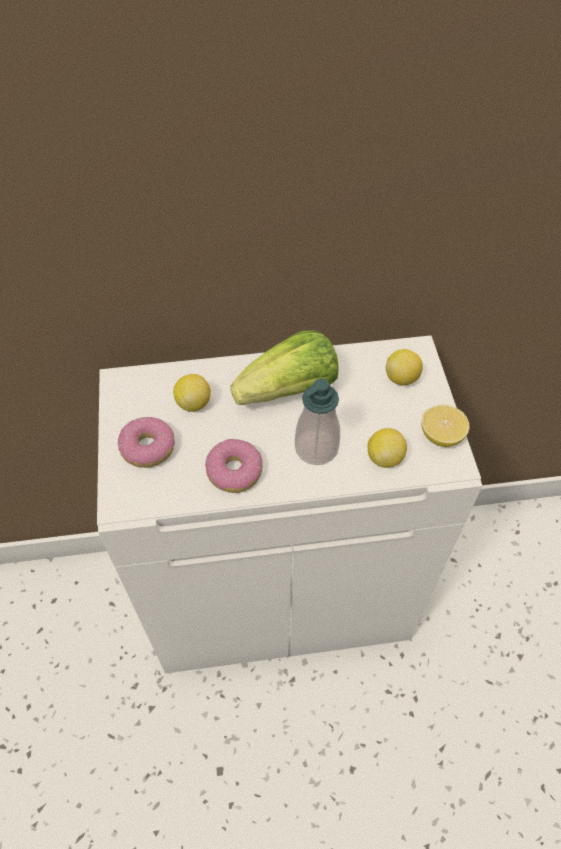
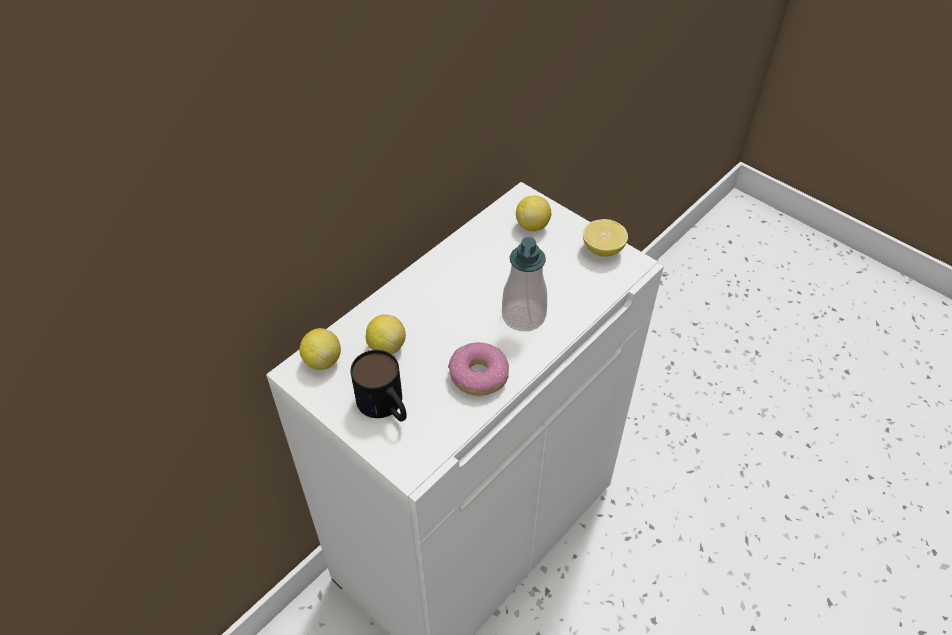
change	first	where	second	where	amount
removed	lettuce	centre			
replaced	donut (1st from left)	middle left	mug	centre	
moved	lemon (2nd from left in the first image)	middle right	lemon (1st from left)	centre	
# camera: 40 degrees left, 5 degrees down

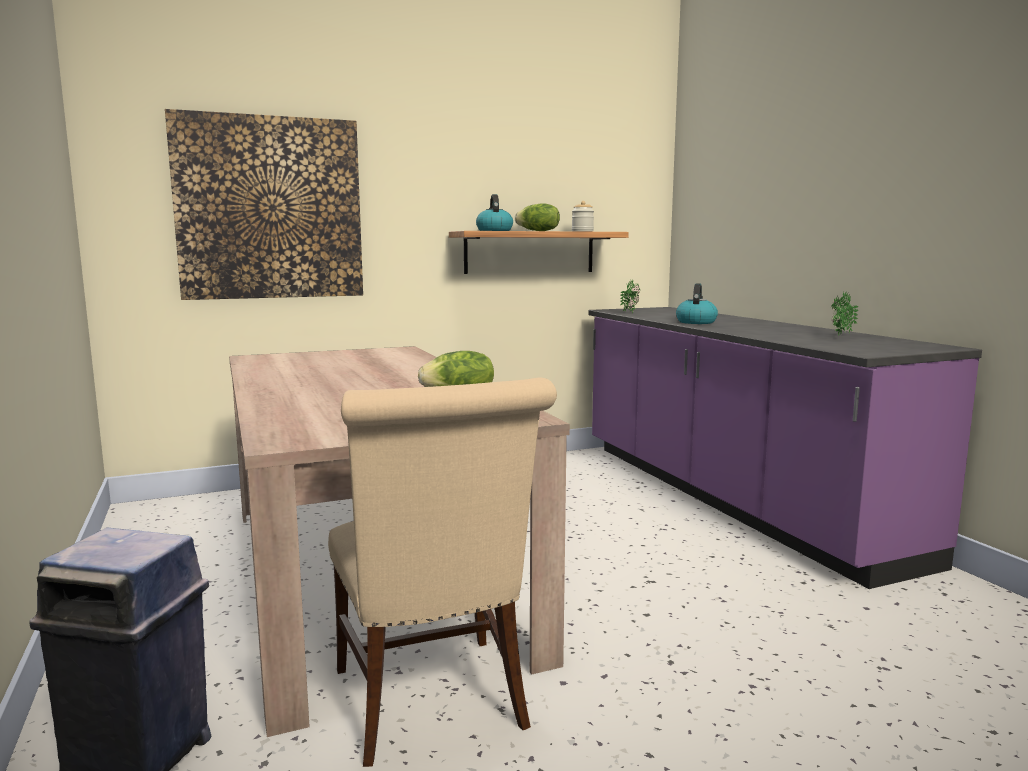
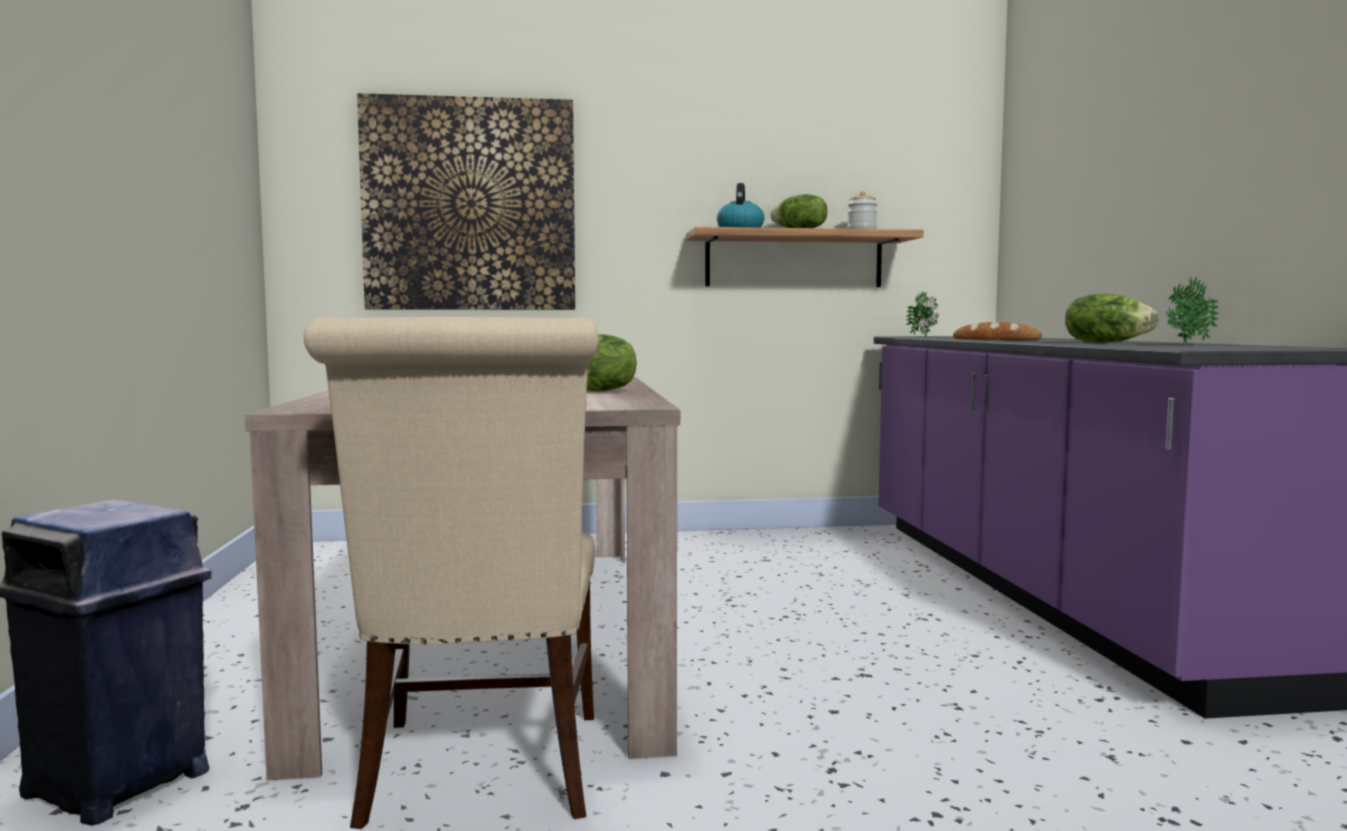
change	first	where	second	where	amount
replaced	kettle (2nd from left)	middle right	bread	middle right	
added			lettuce (3rd from left)	middle right	
# camera: 15 degrees right, 5 degrees down

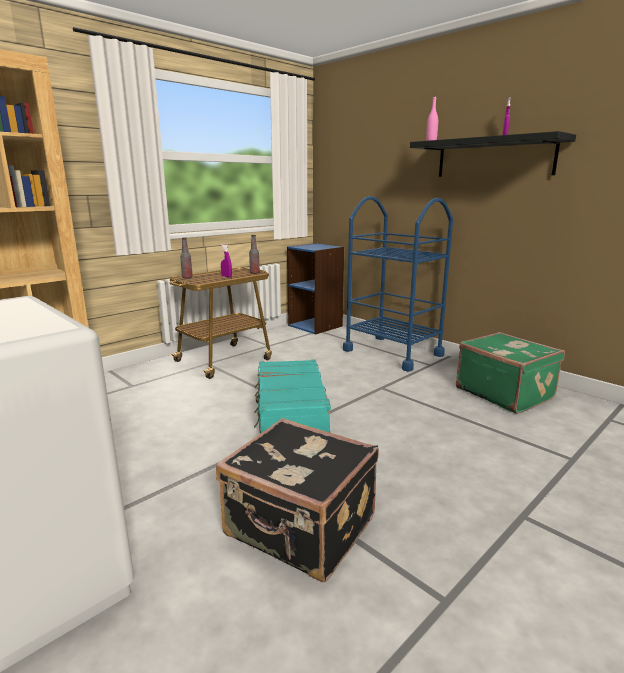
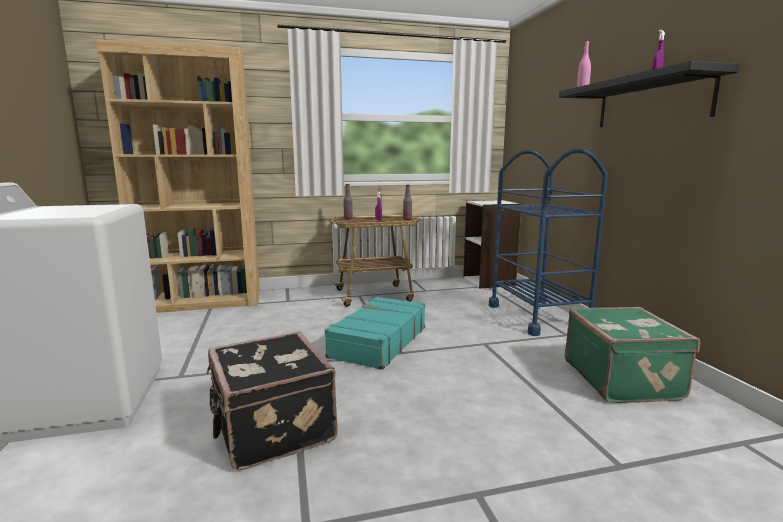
change	first	where	second	where	amount
recoloured	blue bookcase	centre	white bookcase	centre	
# camera: 30 degrees right, 5 degrees down

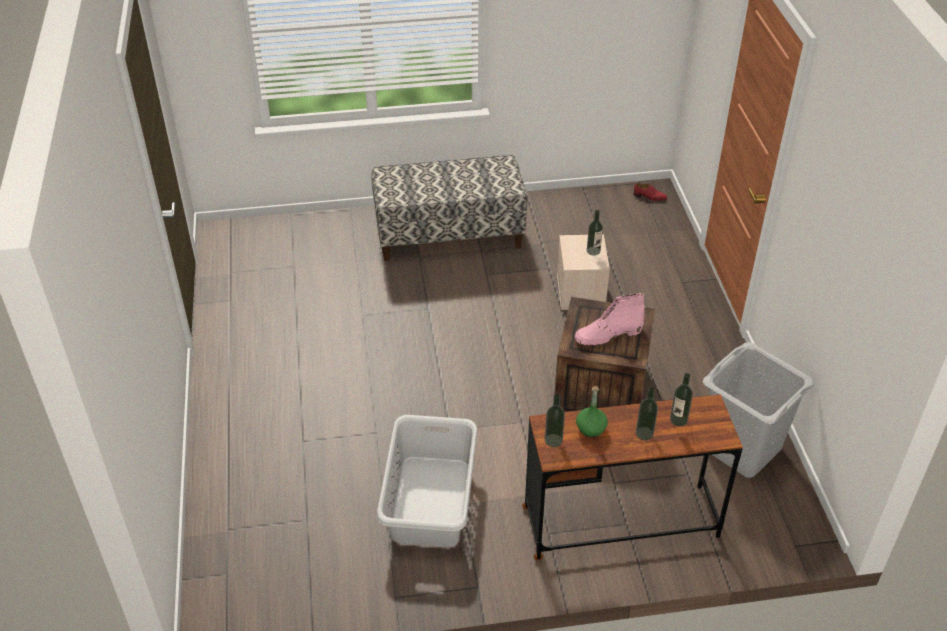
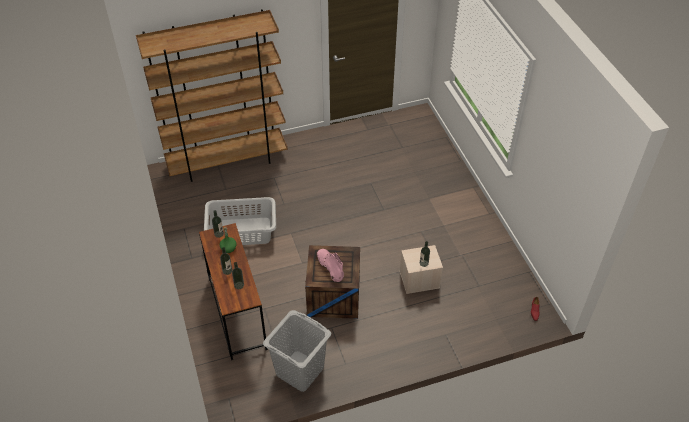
change	first	where	second	where	amount
removed	bench	top centre			
added			brown bookcase	top left	
# camera: 80 degrees right, 5 degrees up

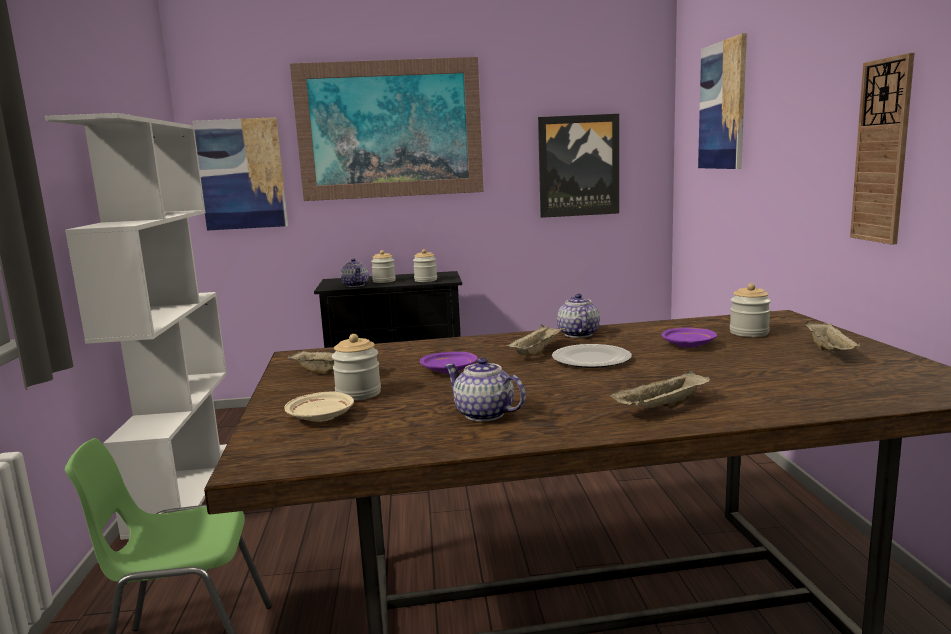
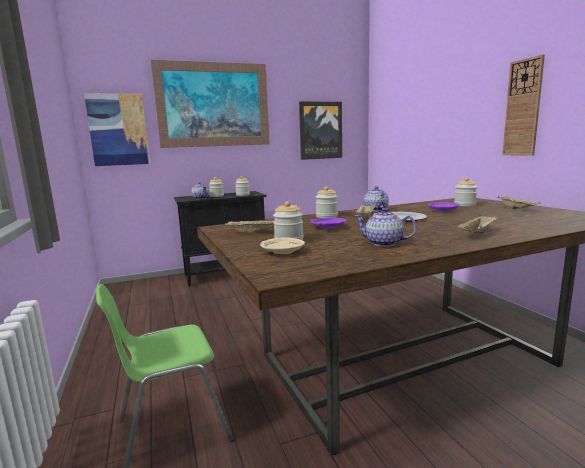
change	first	where	second	where	amount
removed	picture (4th from left)	top right			
removed	white bookcase	middle left			
added			jar (4th from left)	centre	
# camera: 15 degrees left, 0 degrees up

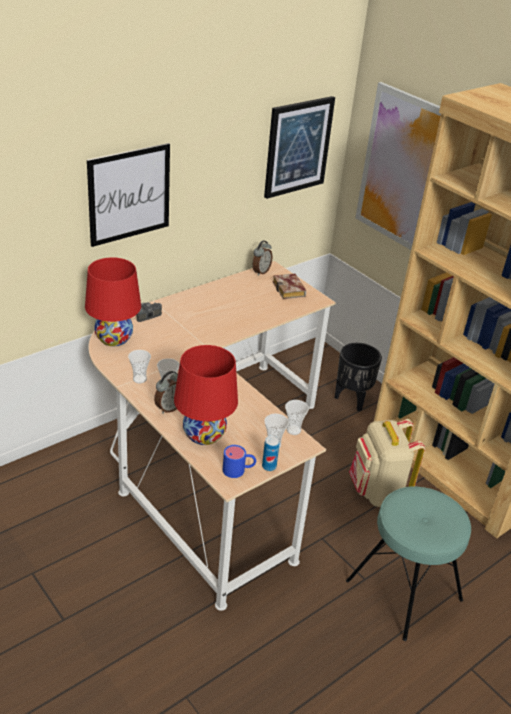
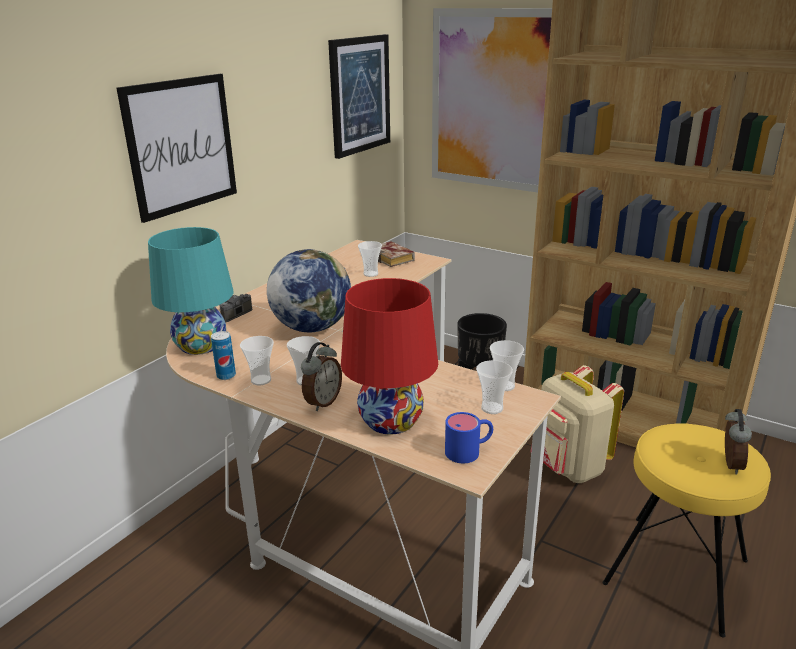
change	first	where	second	where	amount
moved	alarm clock (2nd from left)	centre		bottom right	
recoloured	red table lamp (1st from left)	middle left	turquoise table lamp	middle left	
moved	can	centre		middle left	
recoloured	turquoise stool	bottom right	yellow stool	bottom right	
added			cup (3rd from left)	centre	
added			globe	centre	
# camera: 15 degrees left, 10 degrees down

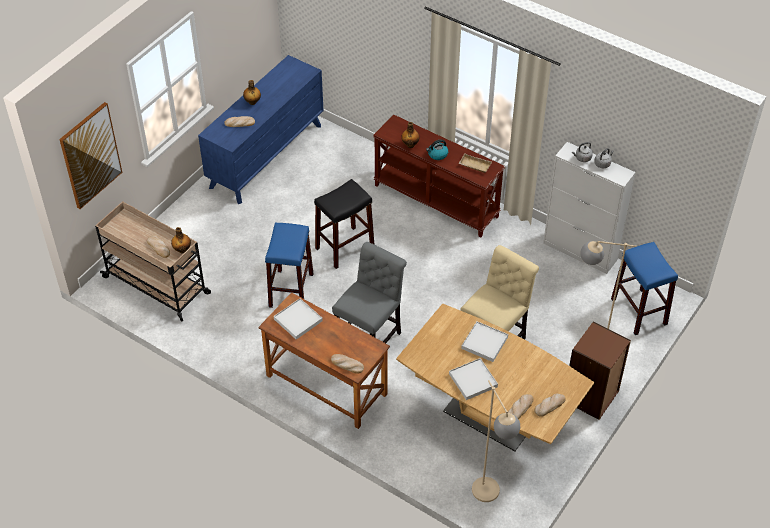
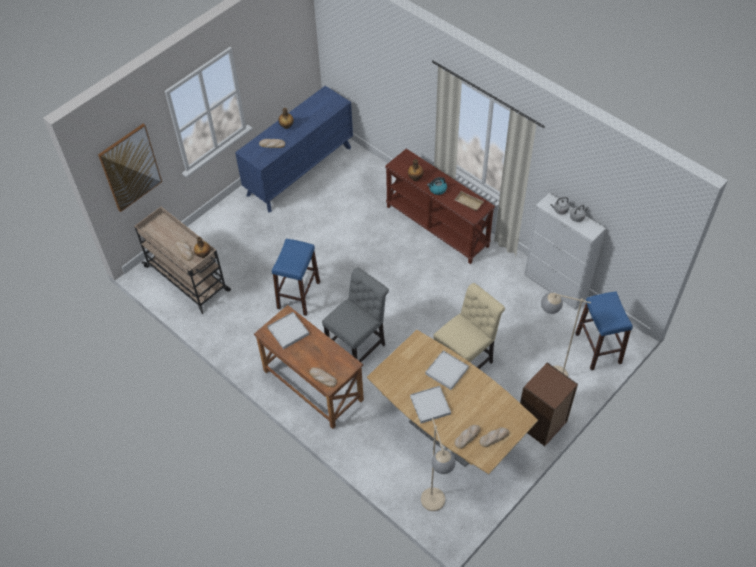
change	first	where	second	where	amount
removed	black stool	centre			
# camera: 10 degrees right, 5 degrees up

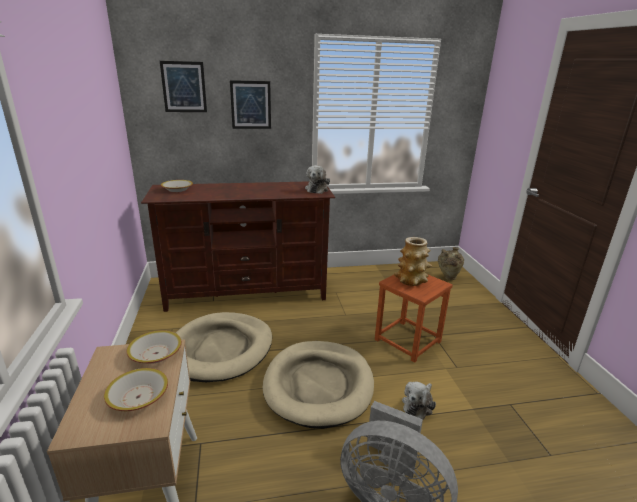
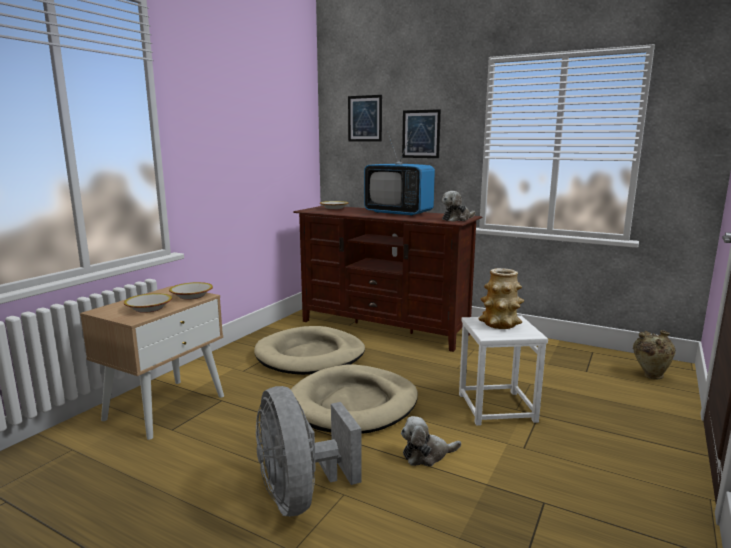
change	first	where	second	where	amount
recoloured	brown stool	centre	white stool	bottom right	
added			television	top centre	
# camera: 40 degrees right, 10 degrees down

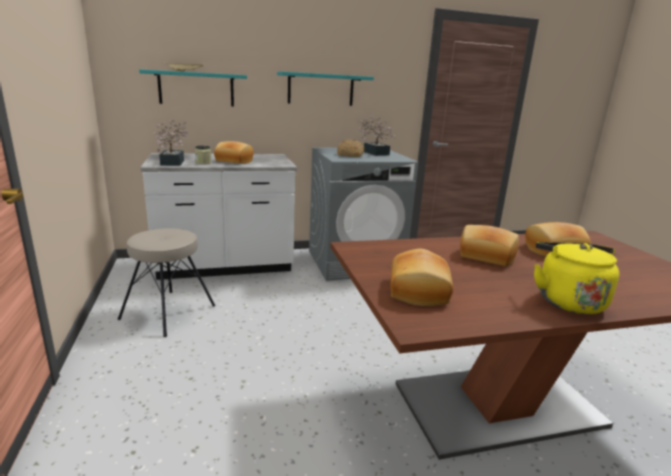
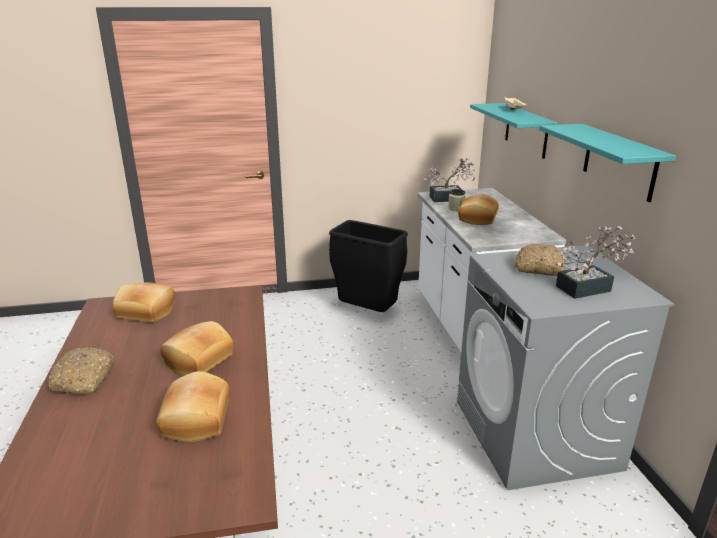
change	first	where	second	where	amount
replaced	beige stool	middle left	black trash can	centre	
replaced	yellow kettle	middle right	bread (1st from left)	bottom left	
# camera: 95 degrees right, 5 degrees up

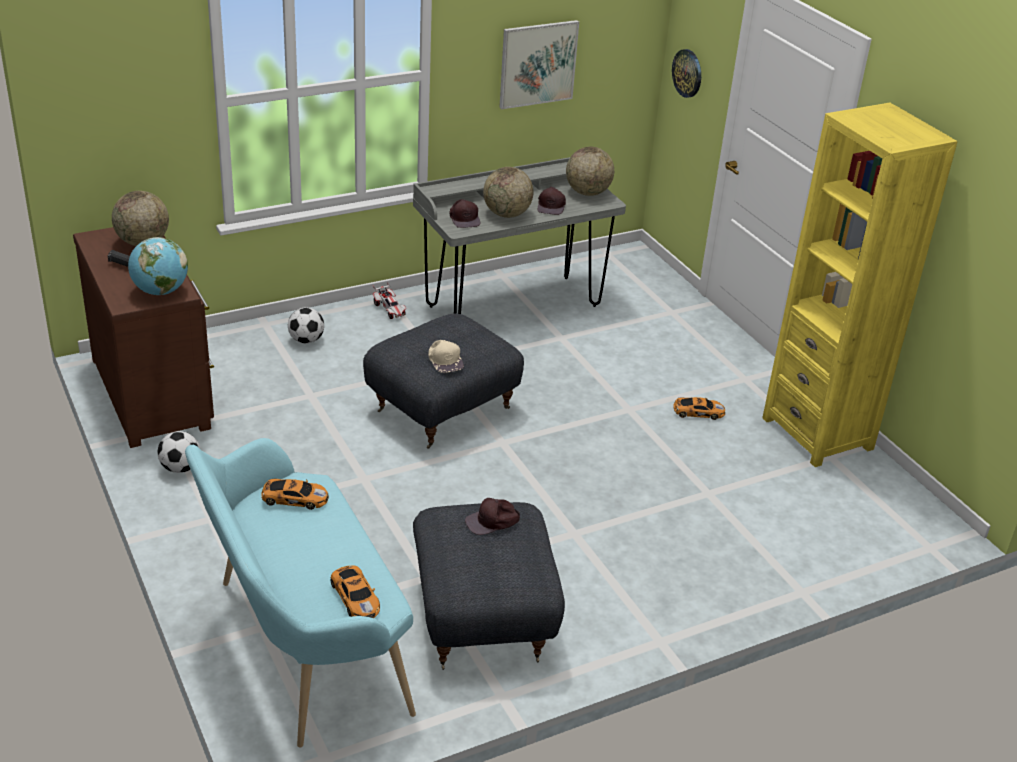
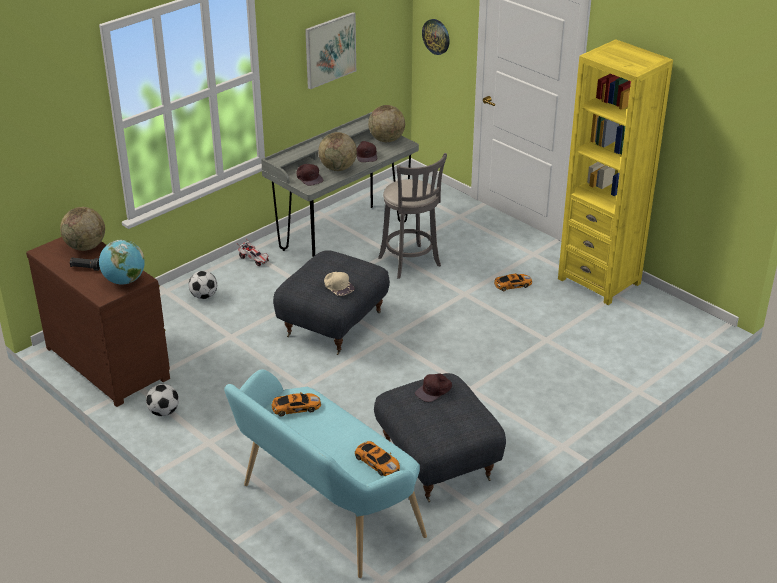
change	first	where	second	where	amount
added			grey stool	centre	
# camera: 15 degrees left, 0 degrees up

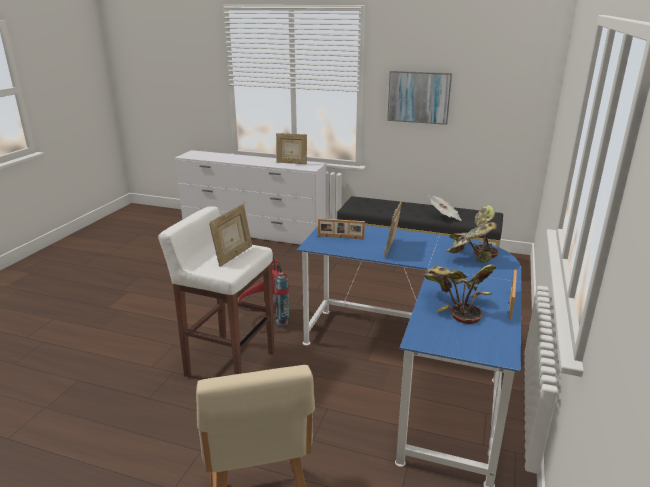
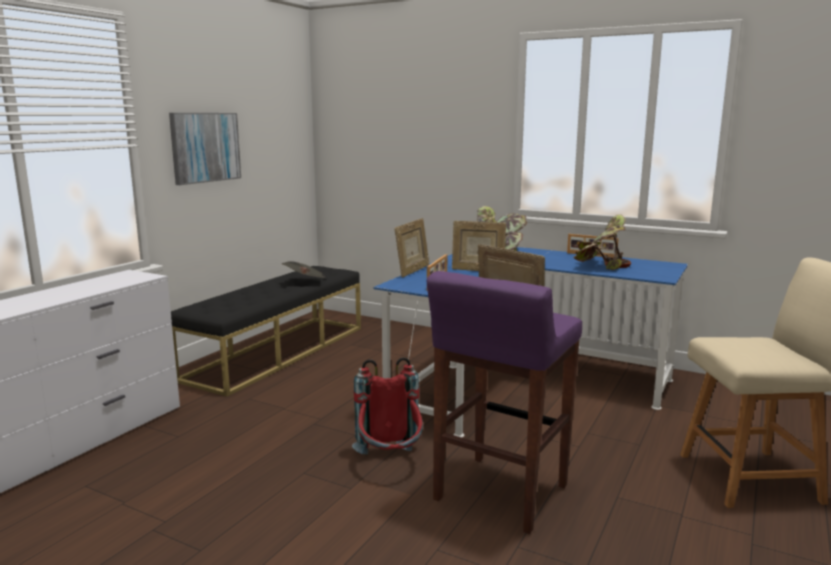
change	first	where	second	where	amount
moved	picture frame (2nd from left in the first image)	top centre	picture frame (1st from left)	centre	
recoloured	white stool	middle left	purple stool	bottom centre	
# camera: 80 degrees left, 10 degrees down

